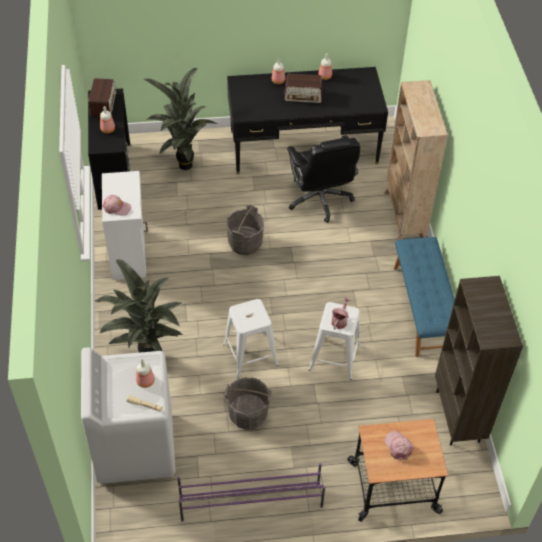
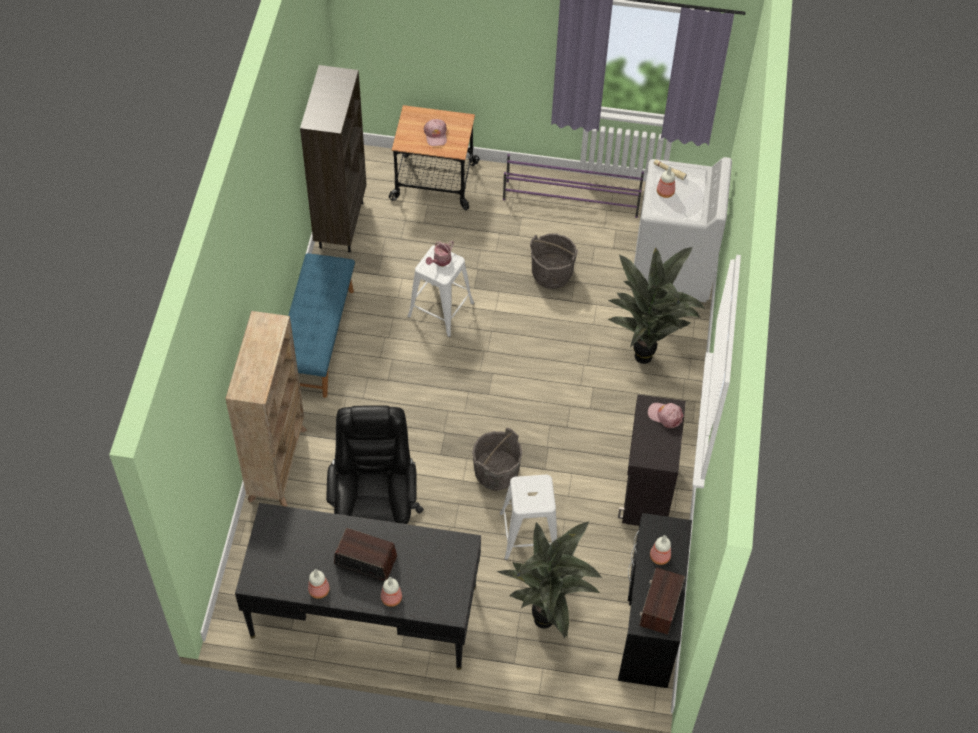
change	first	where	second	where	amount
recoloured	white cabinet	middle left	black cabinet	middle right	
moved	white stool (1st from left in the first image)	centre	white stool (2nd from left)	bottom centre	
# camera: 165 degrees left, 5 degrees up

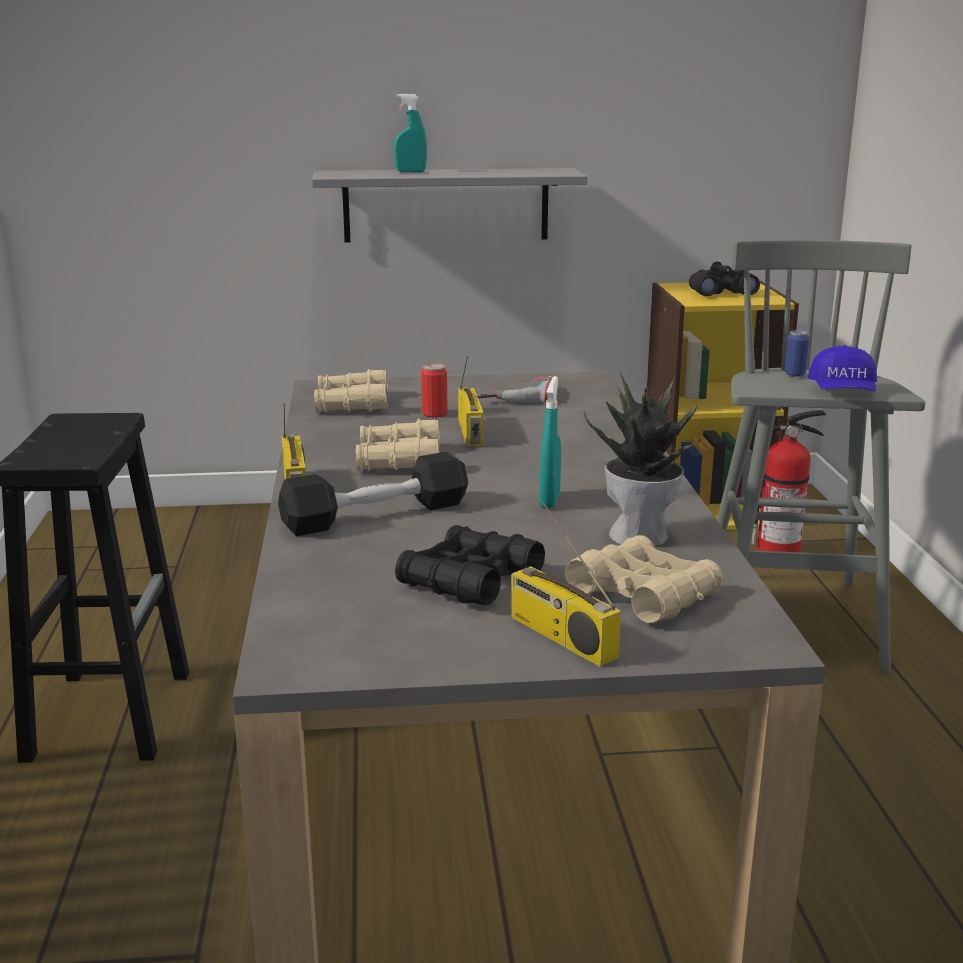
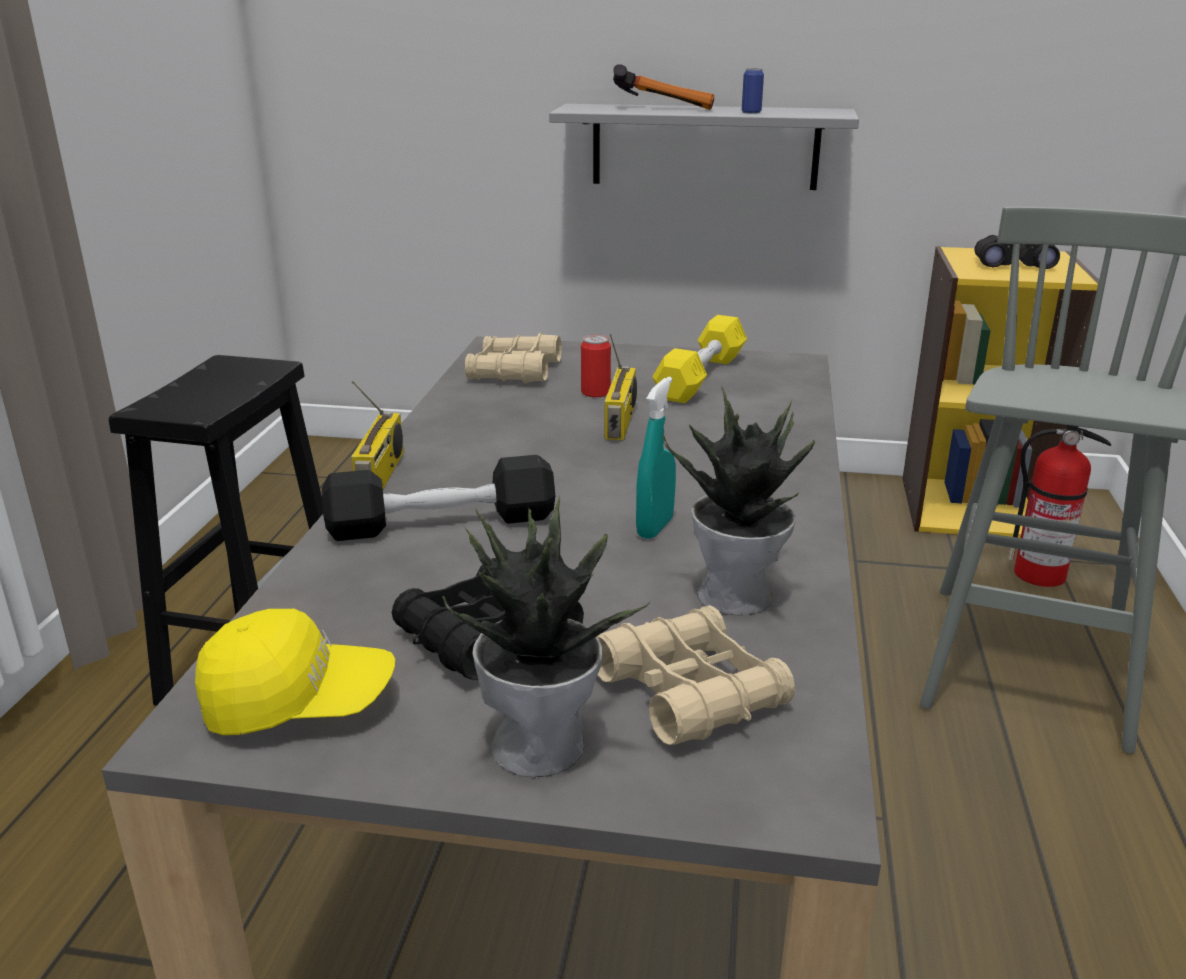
change	first	where	second	where	amount
replaced	turquoise spray bottle (1st from left)	top centre	hammer	top centre	
moved	can (2nd from left)	middle right		top centre	
removed	blue cap	middle right			
replaced	power drill	centre	yellow dumbbell	centre	
removed	beige binoculars (2nd from left)	centre			
replaced	radio (3rd from left)	centre	potted plant (1st from left)	centre	
added			yellow cap	bottom left	
# camera: 15 degrees right, 5 degrees up

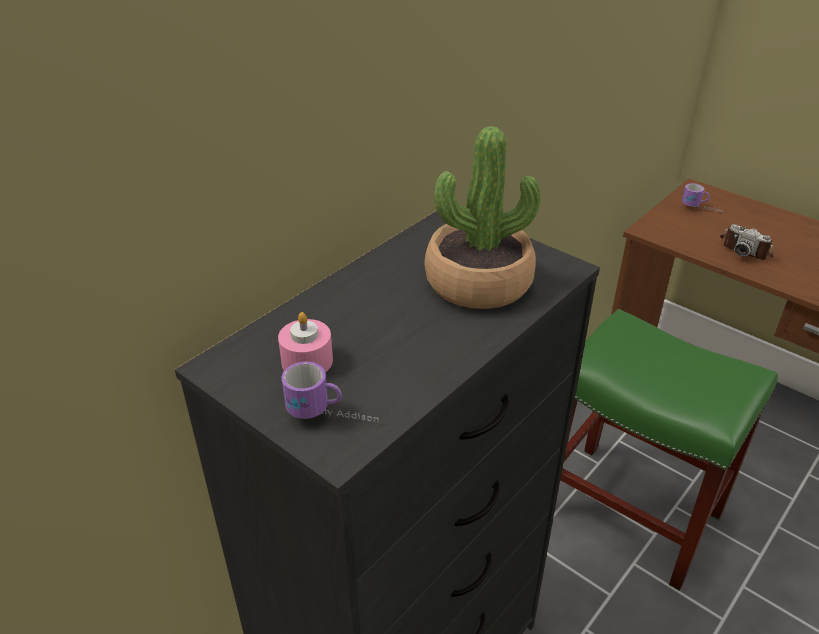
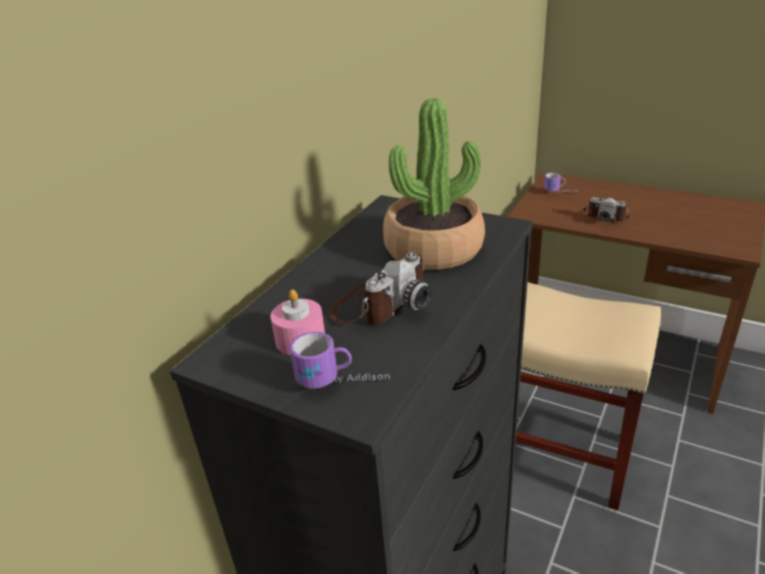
change	first	where	second	where	amount
recoloured	green stool	bottom right	beige stool	bottom right	
added			photo camera (1st from left)	centre	
# camera: 10 degrees left, 5 degrees down

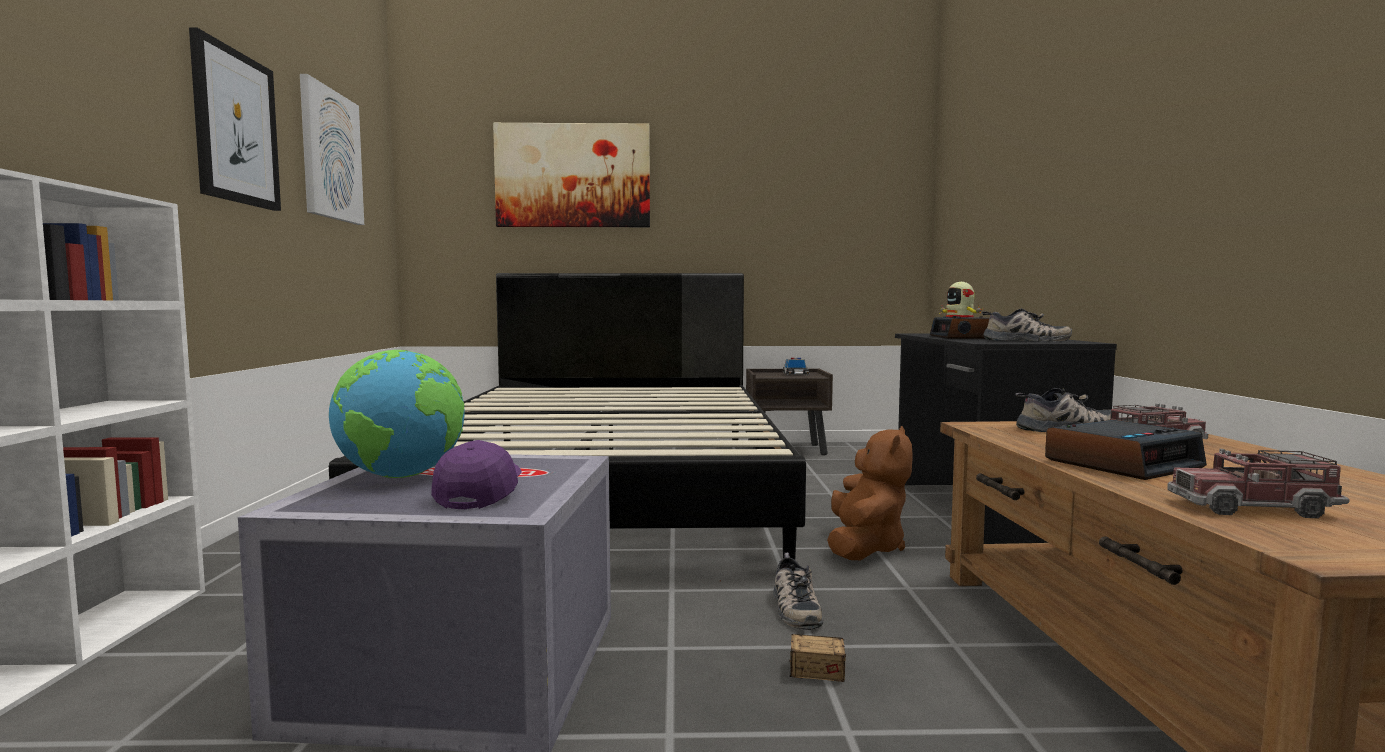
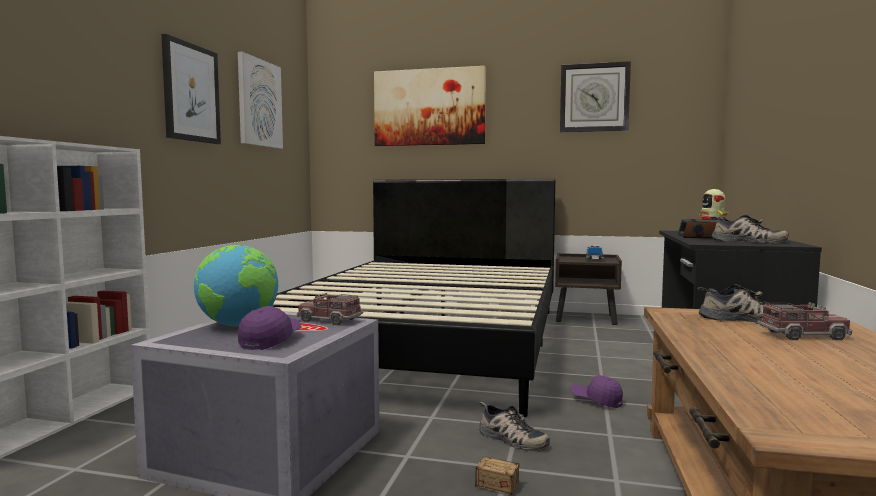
change	first	where	second	where	amount
removed	alarm clock (2nd from left)	middle right			
replaced	brown plush toy	centre	purple cap (2nd from left)	bottom right	
moved	toy truck (2nd from left in the first image)	middle right	toy truck (1st from left)	centre	
turned	shoe (1st from left)	bottom centre		bottom centre	60 degrees counterclockwise
added			wall clock	top right	
# camera: 15 degrees right, 0 degrees up

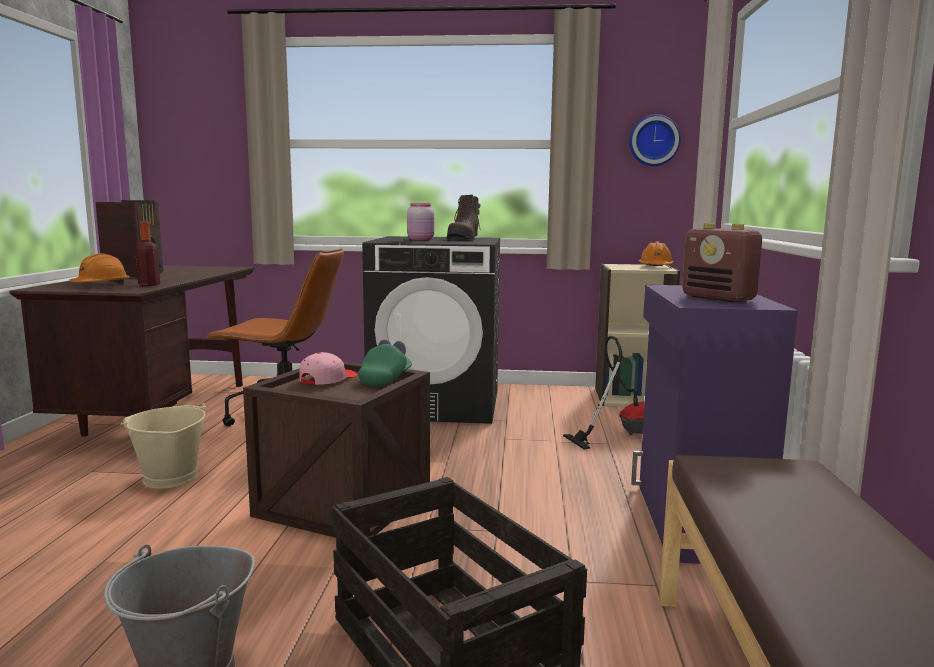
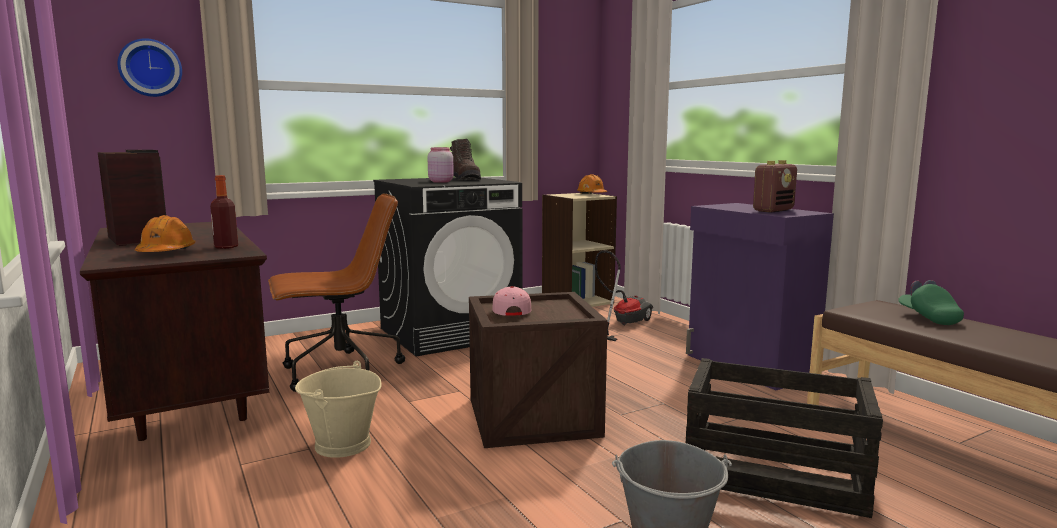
change	first	where	second	where	amount
moved	wall clock	top right		top left	
turned	radio (2nd from left)	middle right		middle right	60 degrees counterclockwise
moved	green cap	centre		middle right	
# camera: 35 degrees left, 0 degrees up

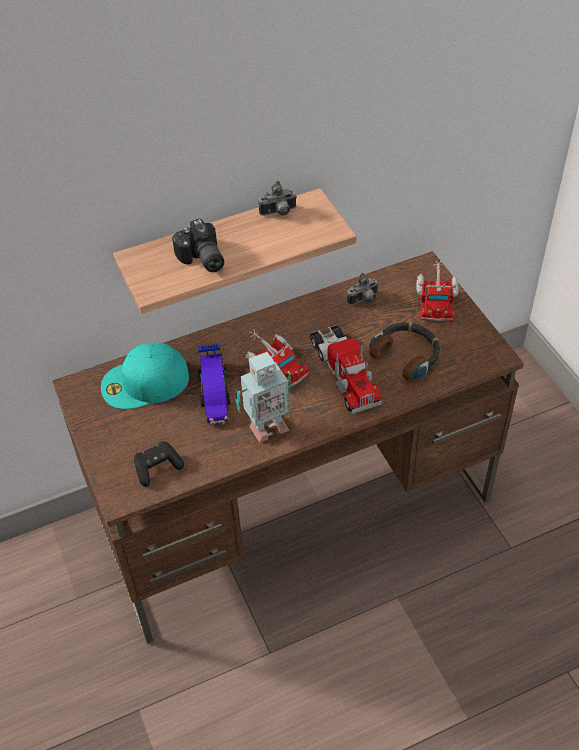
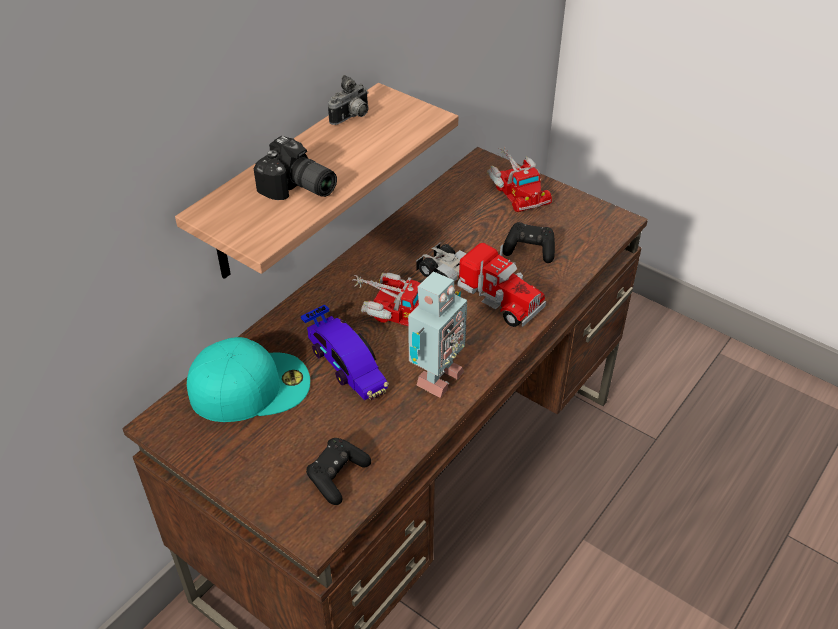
change	first	where	second	where	amount
removed	photo camera (3rd from left)	centre			
replaced	headphones	middle right	black game controller (2nd from left)	centre	
turned	turquoise cap	middle left		middle left	150 degrees counterclockwise
# camera: 30 degrees left, 5 degrees down

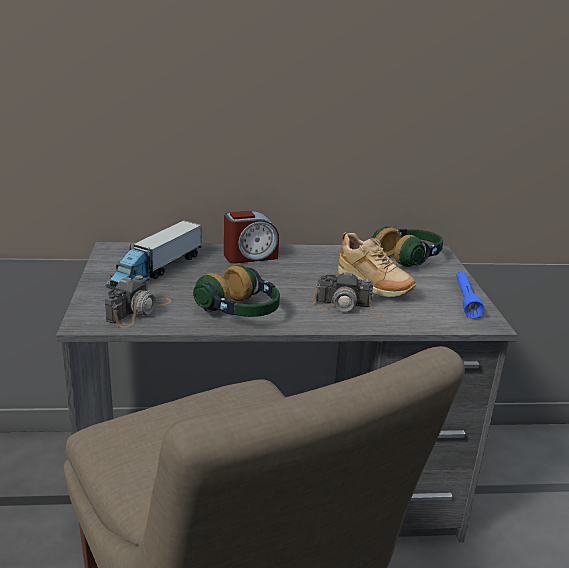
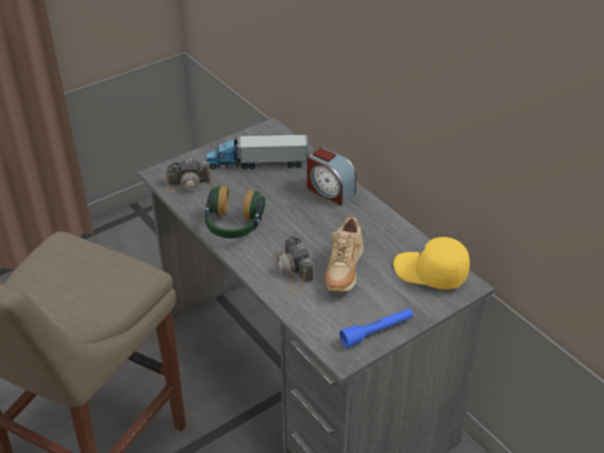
change	first	where	second	where	amount
replaced	headphones (2nd from left)	middle right	yellow cap	middle right	
# camera: 60 degrees right, 15 degrees up

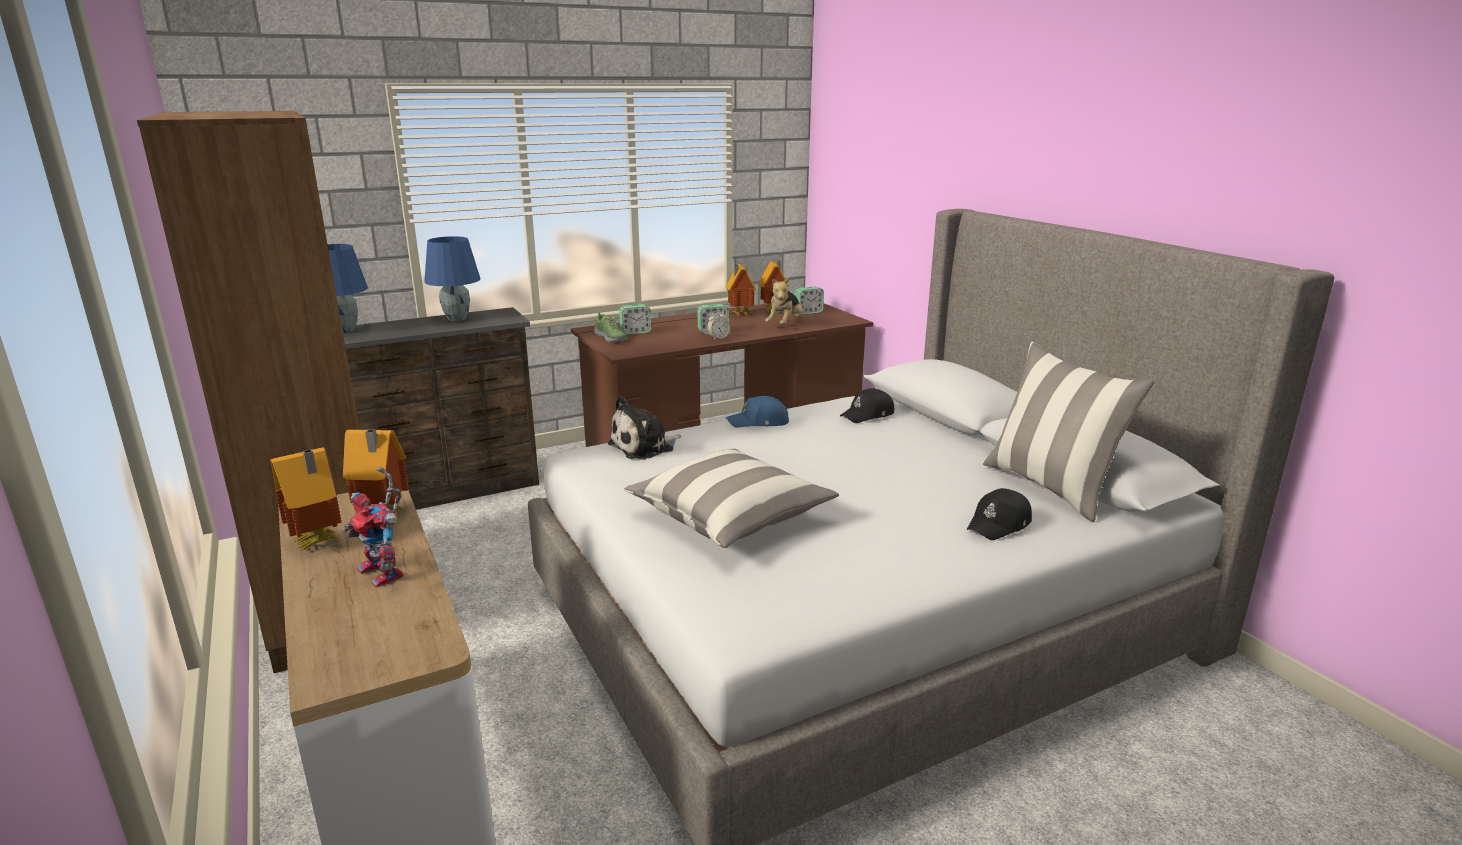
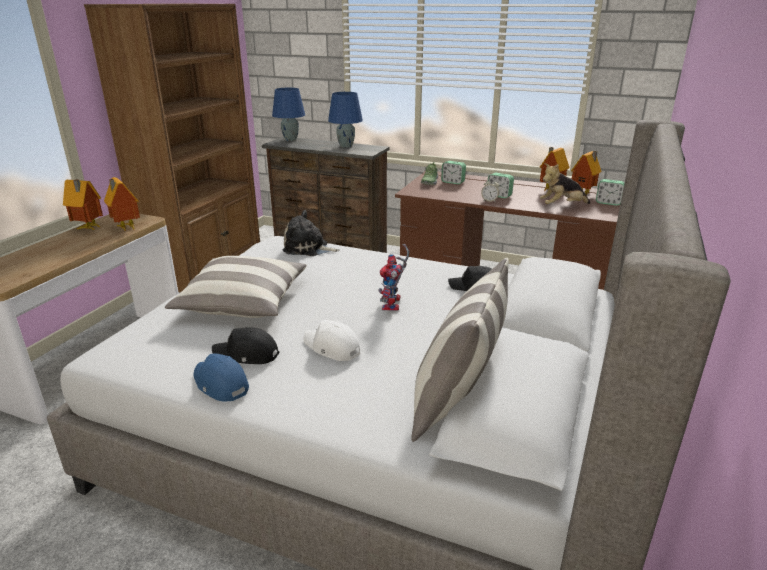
change	first	where	second	where	amount
moved	blue cap	centre		middle left	
moved	toy robot	middle left		centre	
moved	black cap (2nd from left in the first image)	middle right	black cap (1st from left)	middle left	
added			white cap	centre	
# camera: 50 degrees right, 5 degrees up

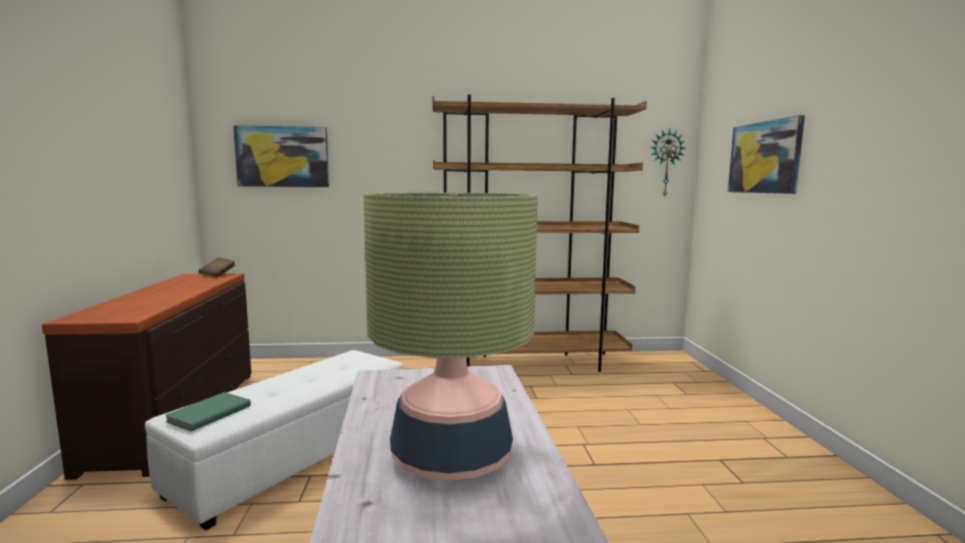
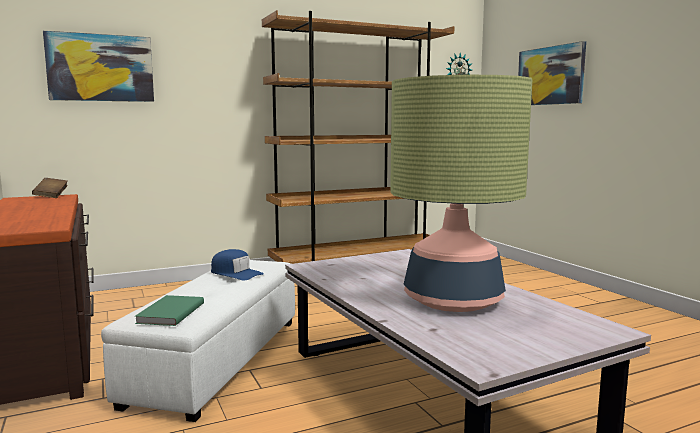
change	first	where	second	where	amount
added			blue cap	centre	
# camera: 20 degrees left, 0 degrees up

